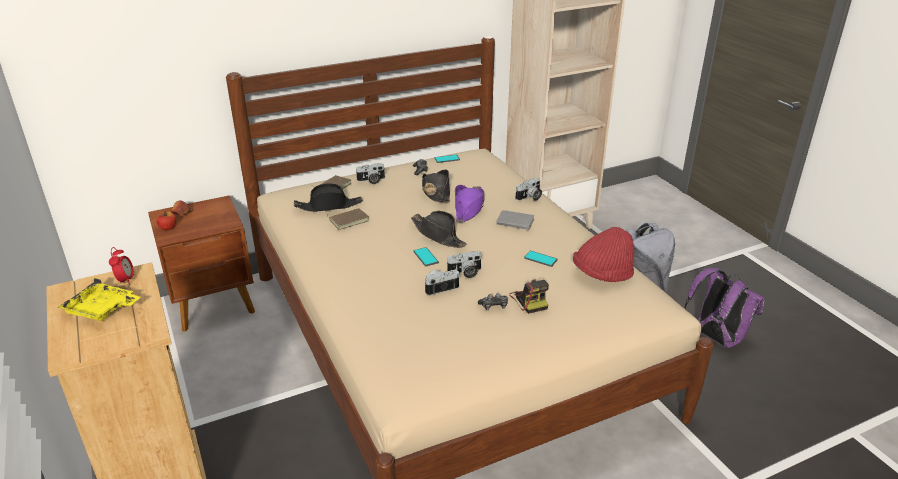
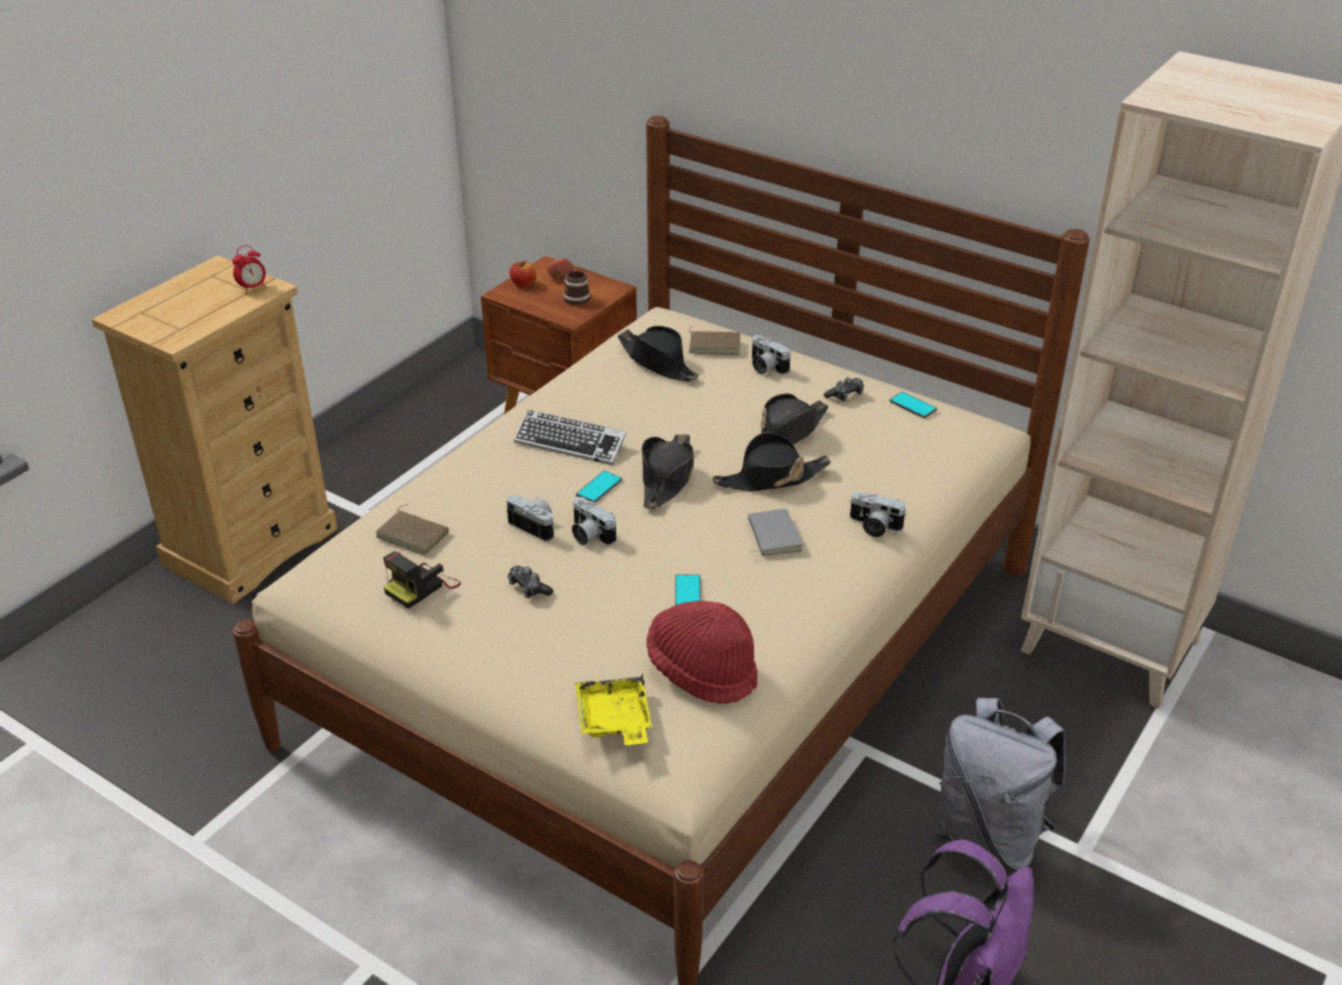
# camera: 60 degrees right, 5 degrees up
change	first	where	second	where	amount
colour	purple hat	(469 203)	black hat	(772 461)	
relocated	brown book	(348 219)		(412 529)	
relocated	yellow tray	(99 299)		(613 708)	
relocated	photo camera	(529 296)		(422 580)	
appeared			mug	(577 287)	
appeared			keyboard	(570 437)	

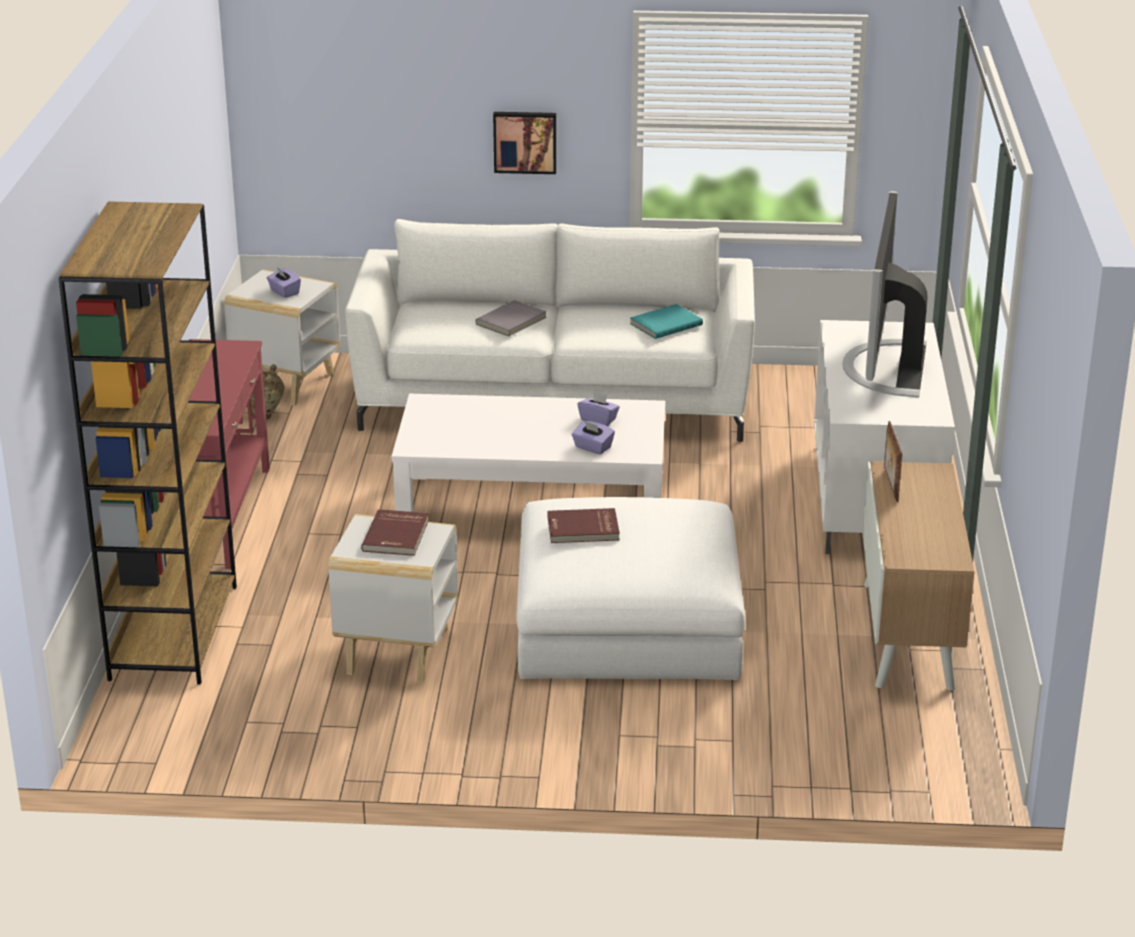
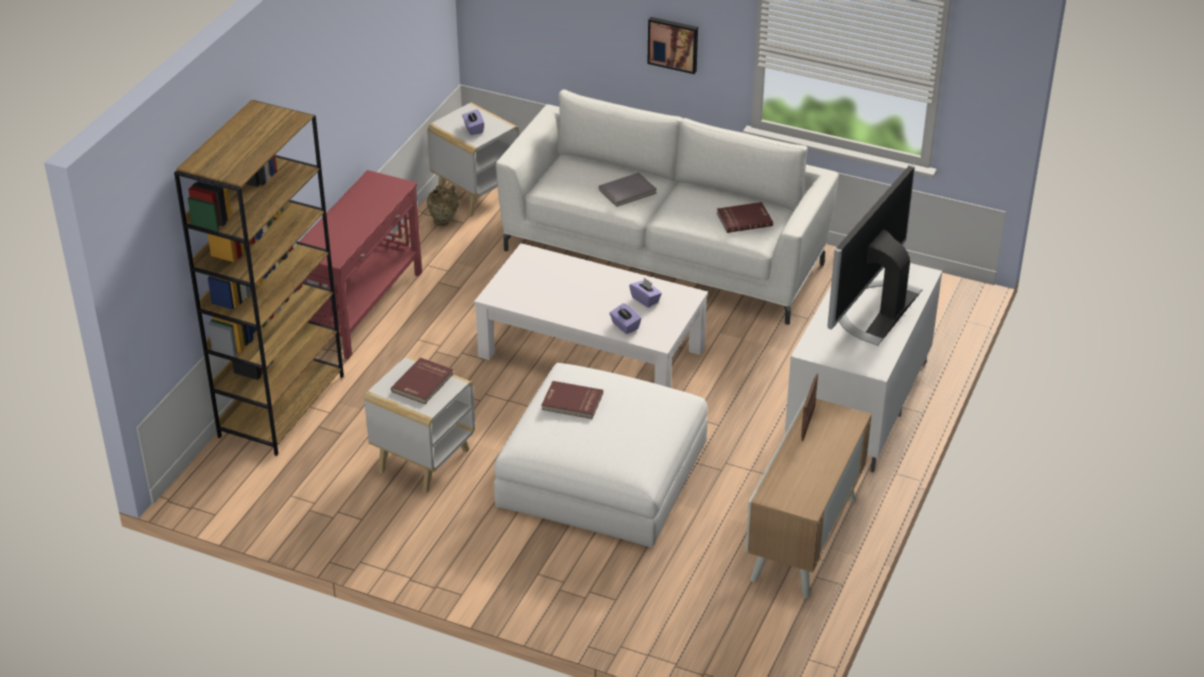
# camera: 20 degrees right, 10 degrees up
change	first	where	second	where	amount
colour	turquoise book	(666 321)	red book	(745 217)	

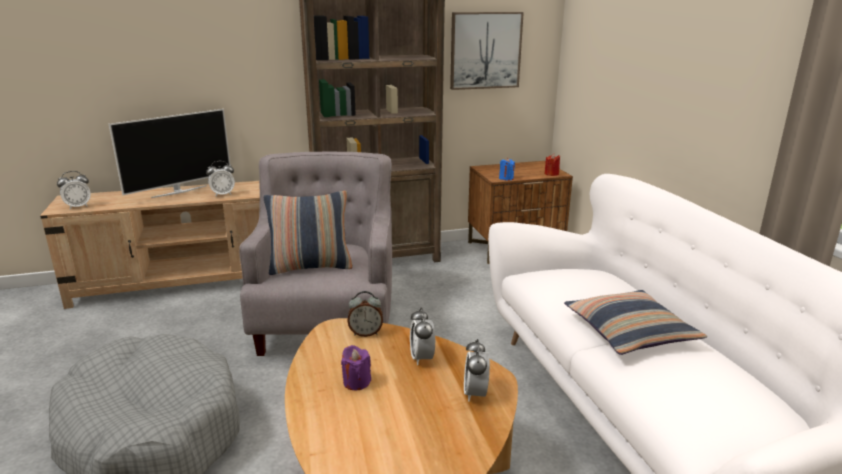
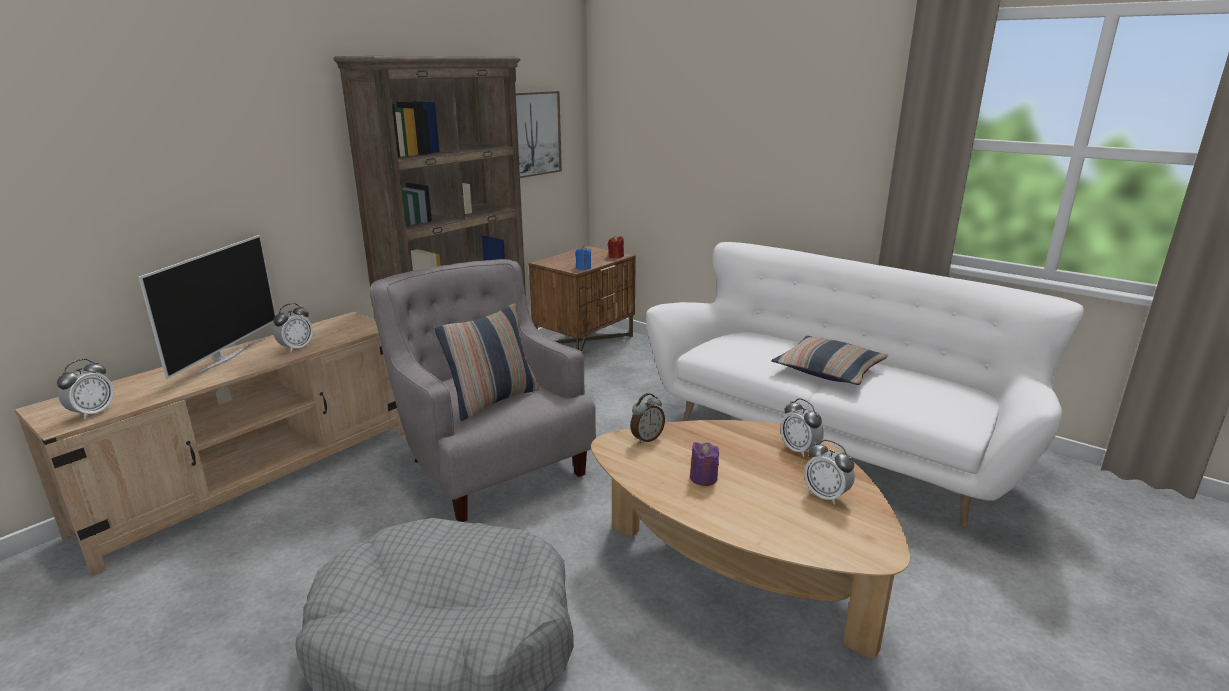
# camera: 35 degrees left, 0 degrees up
change	first	where	second	where	amount
relocated	alarm clock	(422 336)		(829 472)	

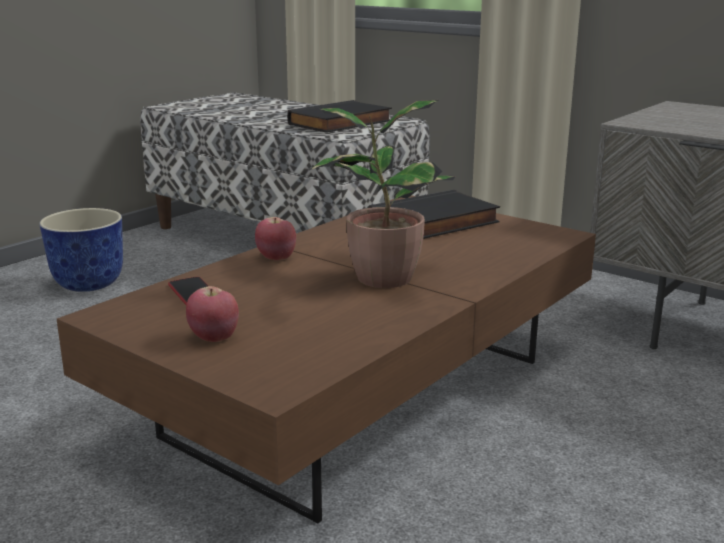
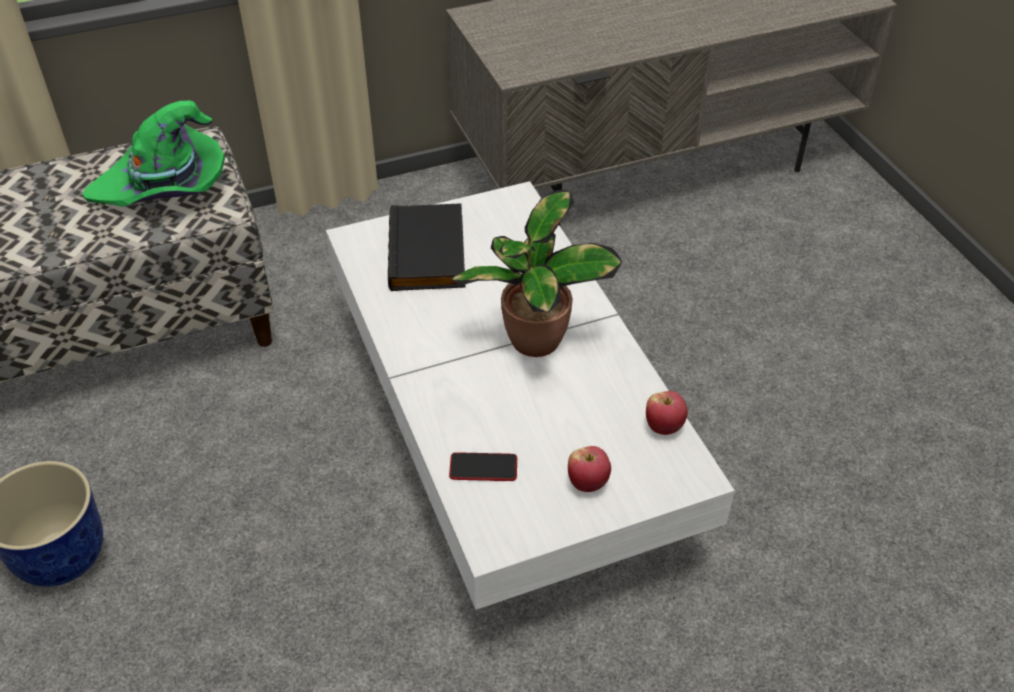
# camera: 60 degrees left, 25 degrees up
change	first	where	second	where	amount
exchanged	black book	(339 116)	green hat	(153 154)	
colour	brown coffee table	(326 359)	white coffee table	(530 395)	
relocated	apple	(275 238)		(667 413)	

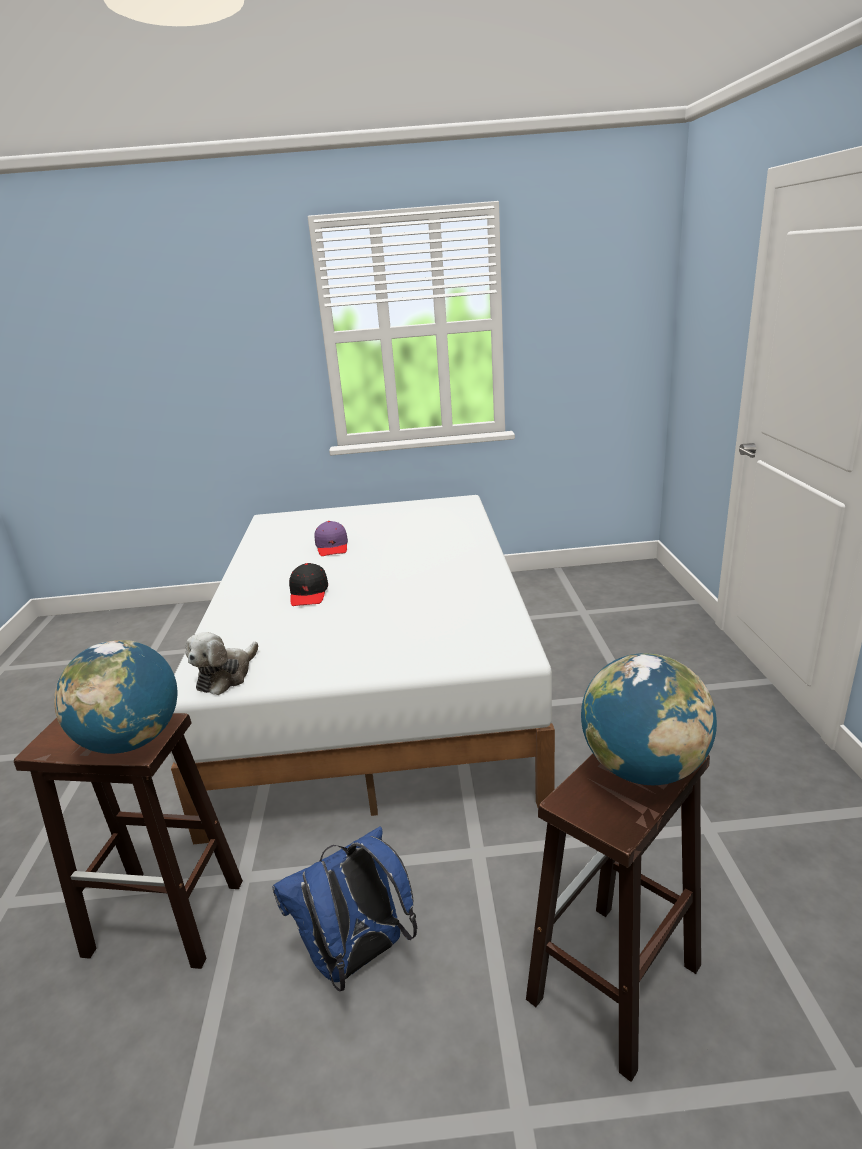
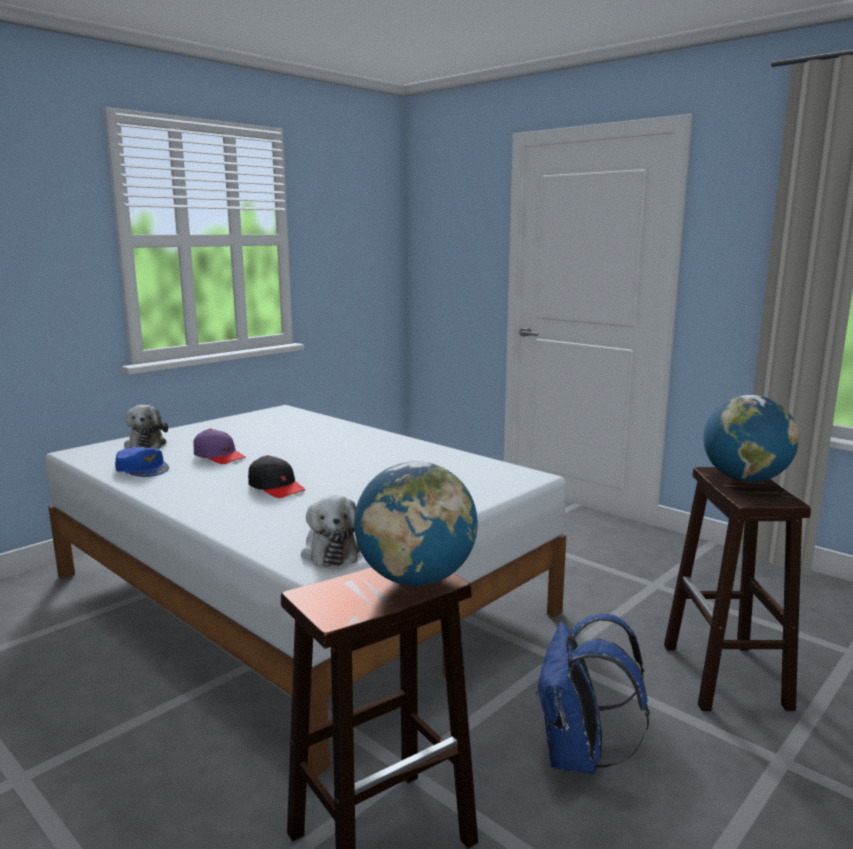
# camera: 45 degrees left, 10 degrees down
change	first	where	second	where	amount
appeared			plush toy	(146 427)	
appeared			blue cap	(142 462)	

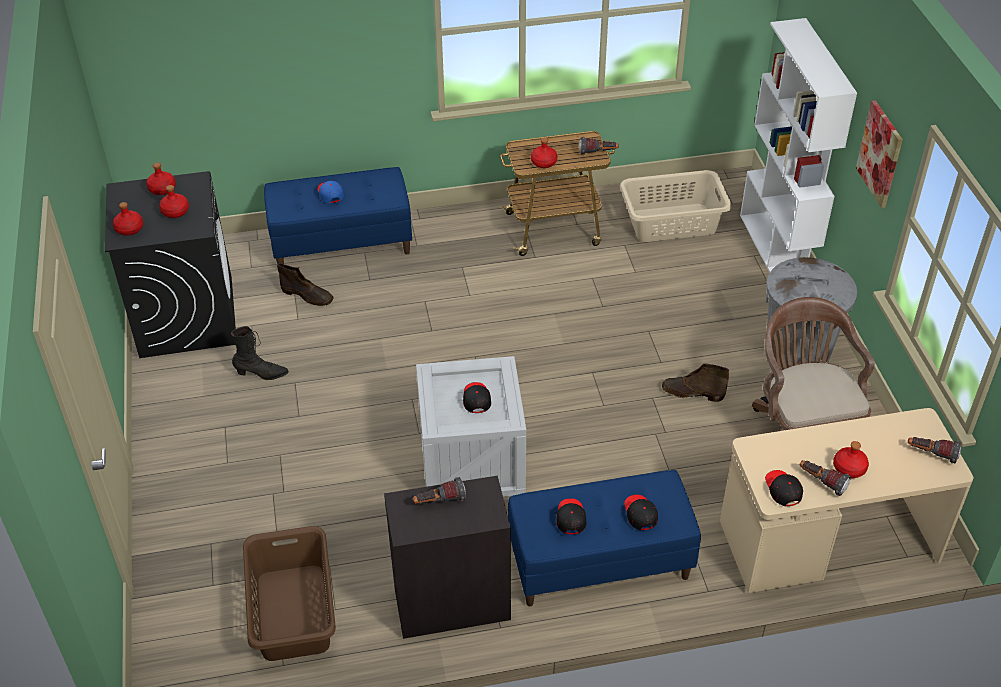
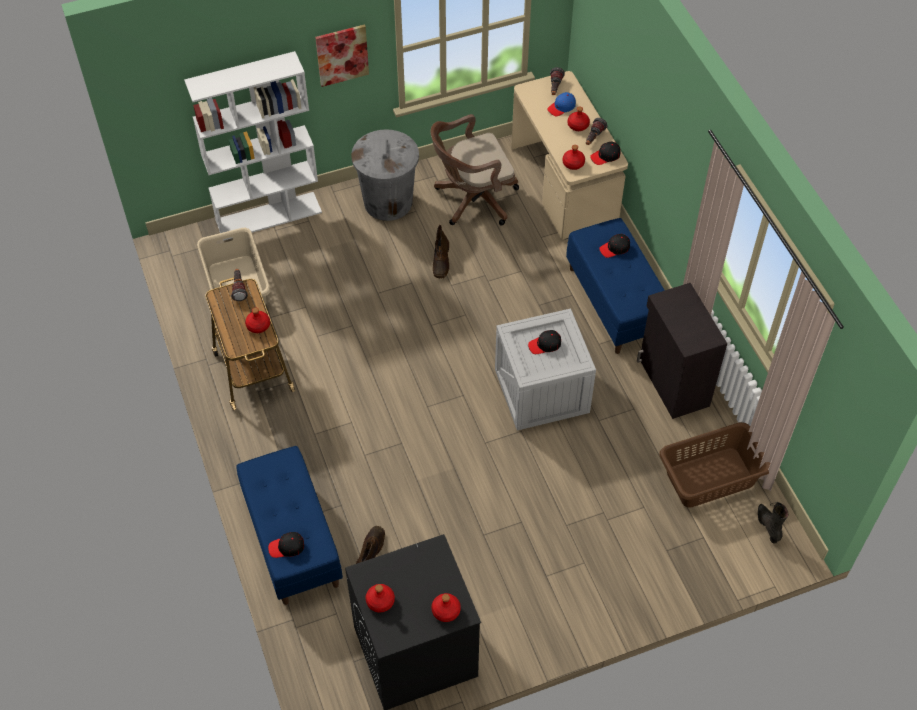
# camera: 100 degrees left, 10 degrees up
change	first	where	second	where	amount
relocated	blue cap	(330 192)		(561 104)	
relocated	red bottle	(174 201)		(574 157)	
relocated	black boot	(260 353)		(773 522)	
missing	flashlight	(439 490)			
relocated	black cap	(571 516)		(286 545)	

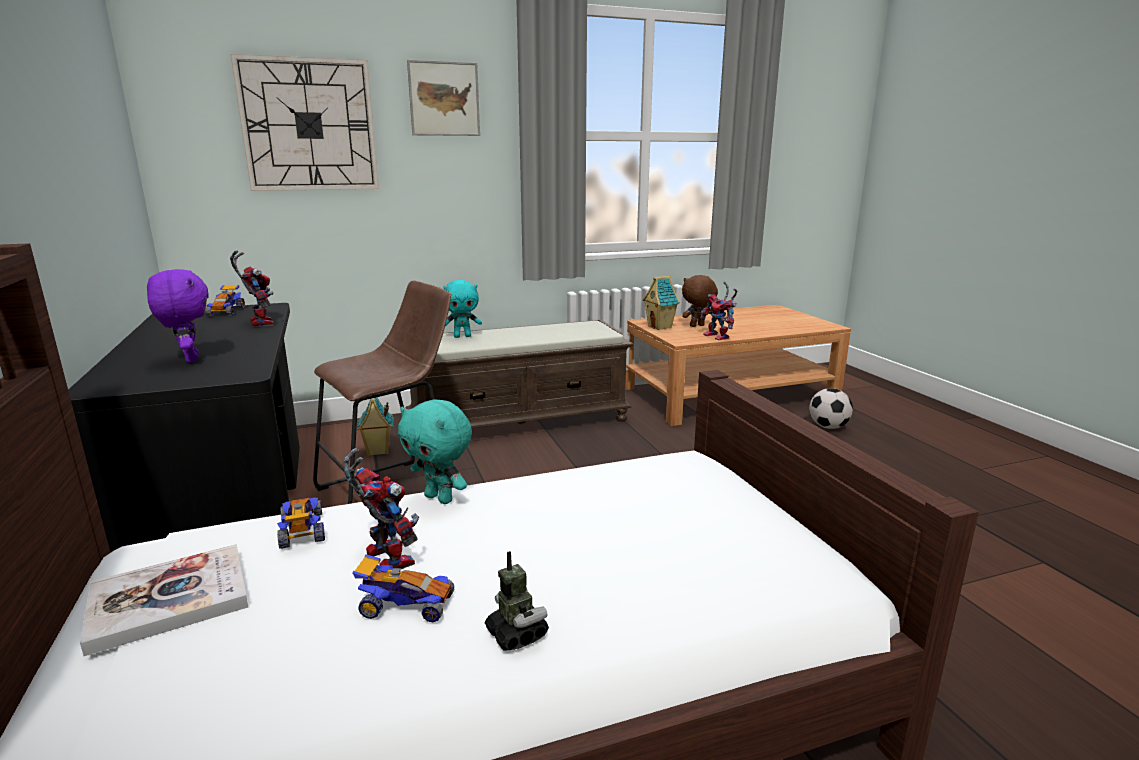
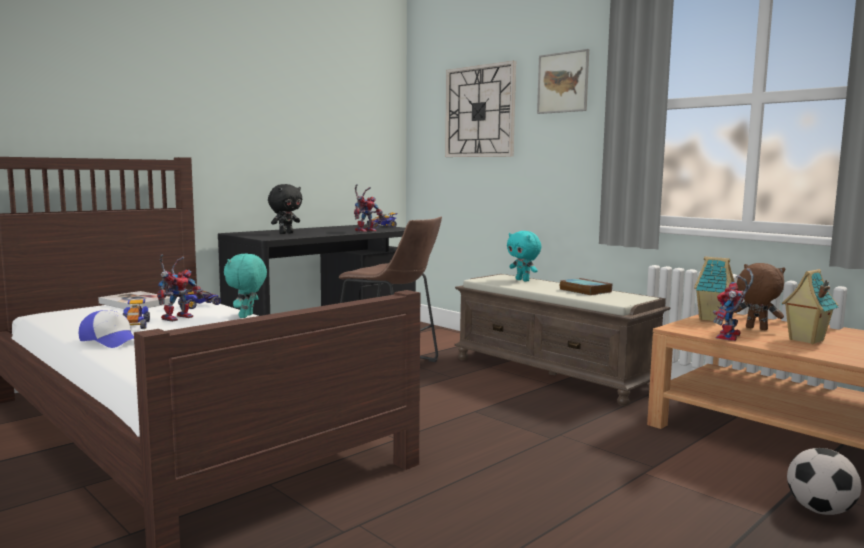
# camera: 65 degrees right, 10 degrees down
change	first	where	second	where	amount
colour	purple plush toy	(178 316)	black plush toy	(285 209)	
relocated	toy house	(375 426)		(810 306)	
exchanged	toy robot	(517 601)	cap	(106 329)	
appeared			book	(586 287)	

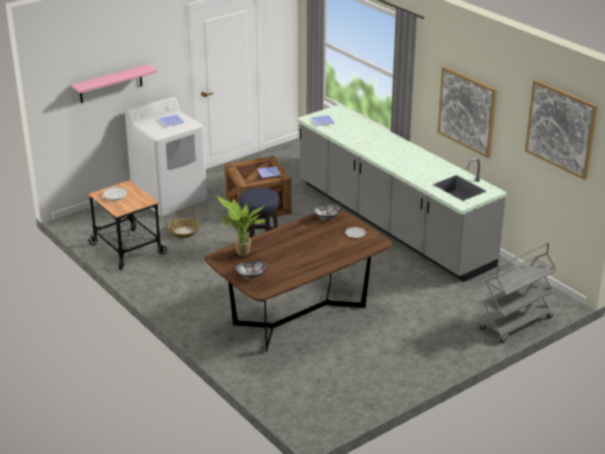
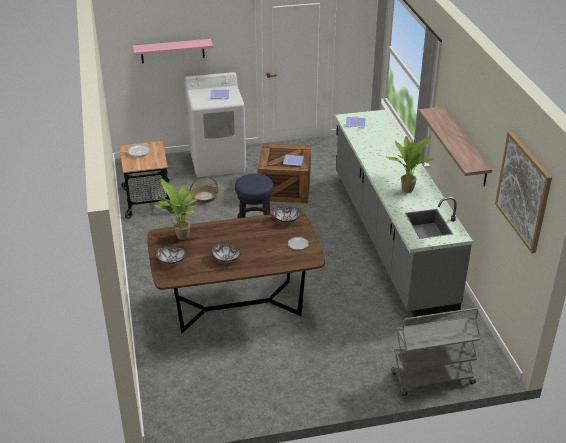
# camera: 25 degrees right, 5 degrees up
change	first	where	second	where	amount
exchanged	picture	(467 112)	shelf	(455 146)	
appeared			potted plant	(410 164)	
appeared			bowl	(226 253)	

